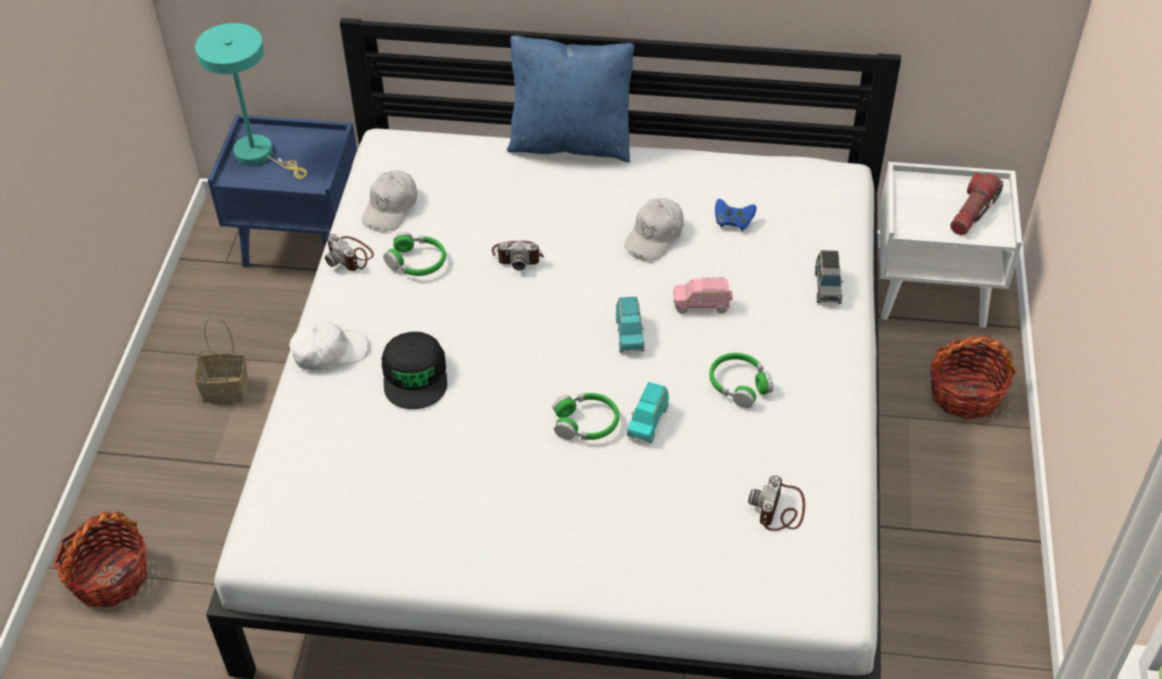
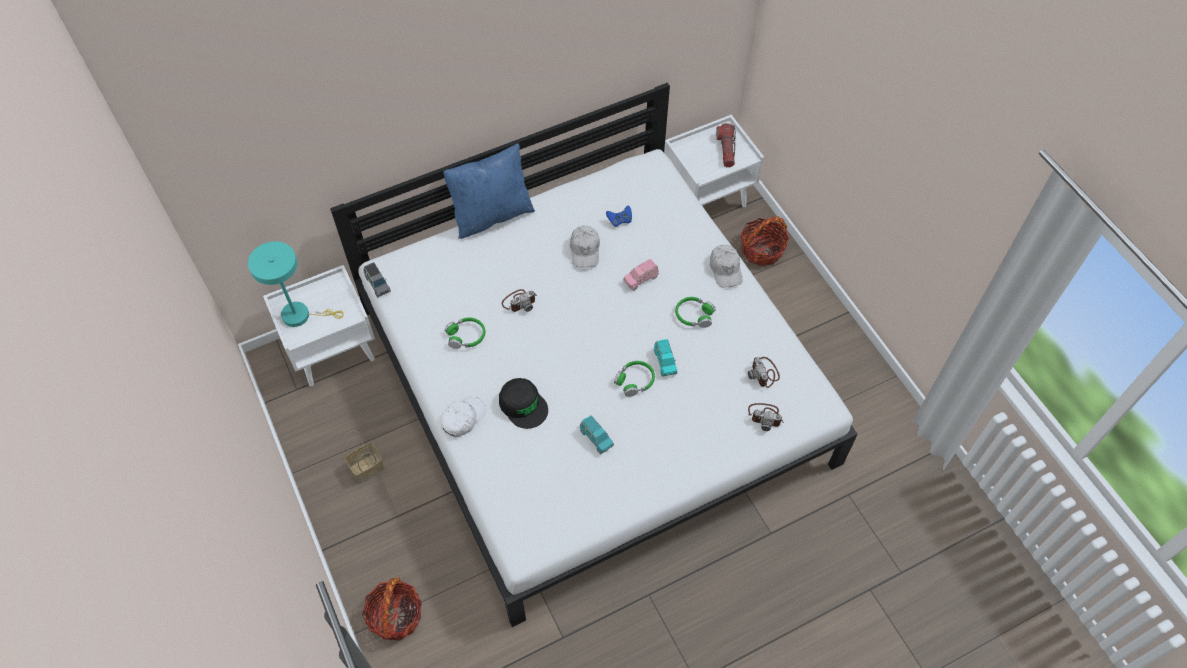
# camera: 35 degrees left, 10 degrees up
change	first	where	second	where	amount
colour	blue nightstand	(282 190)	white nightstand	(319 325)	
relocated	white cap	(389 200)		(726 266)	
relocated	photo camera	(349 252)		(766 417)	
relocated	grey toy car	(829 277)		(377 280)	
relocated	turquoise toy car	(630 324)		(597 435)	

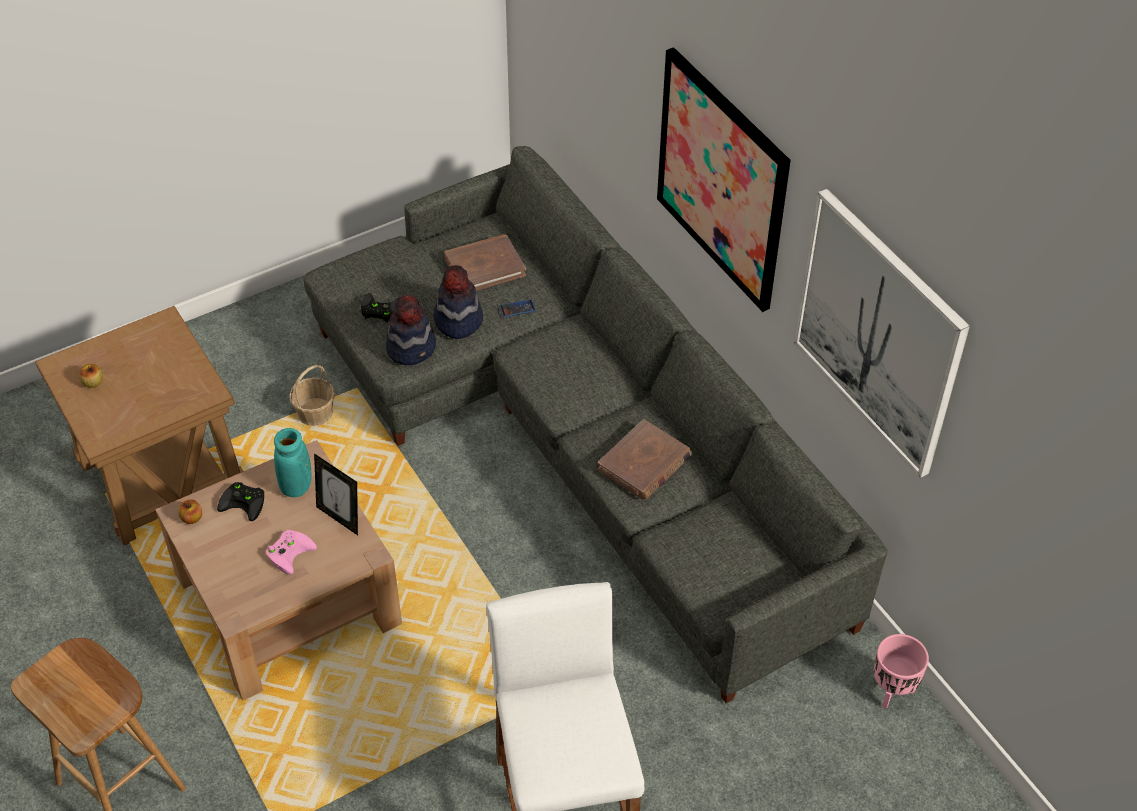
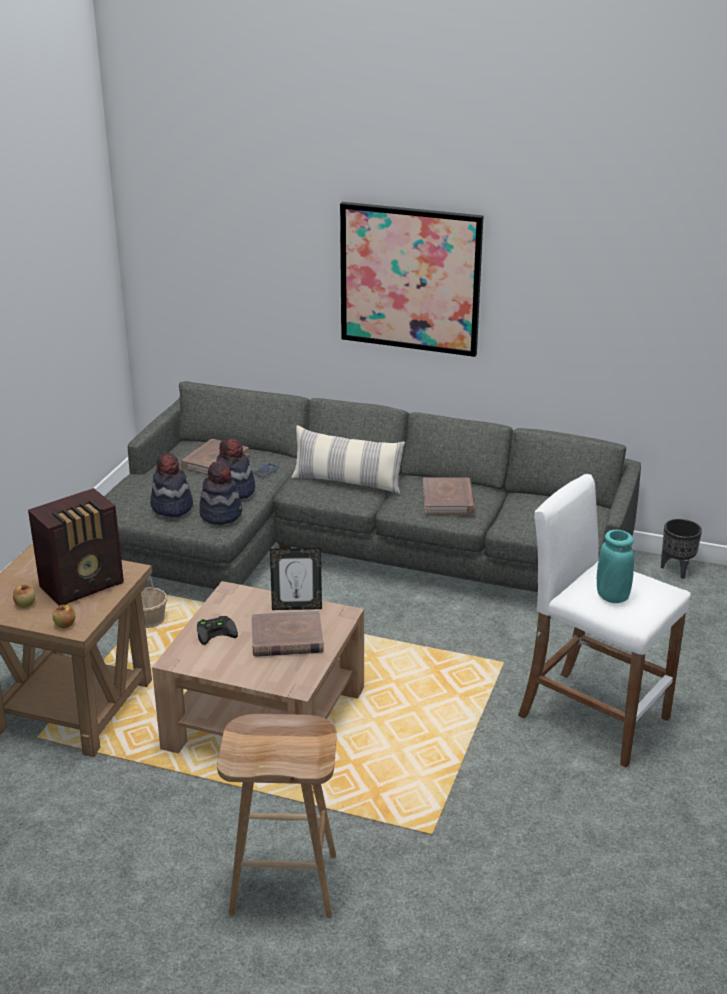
# camera: 40 degrees left, 20 degrees down
change	first	where	second	where	amount
missing	picture	(882 333)			
exchanged	black game controller	(380 308)	hat	(171 485)	
relocated	turquoise vase	(293 462)		(615 566)	
relocated	apple	(190 511)		(63 616)	
exchanged	pink game controller	(291 552)	brown book	(287 633)	
colour	pink planter	(901 671)	black planter	(681 549)	
appeared			pillow	(348 459)	
appeared			radio	(76 547)	

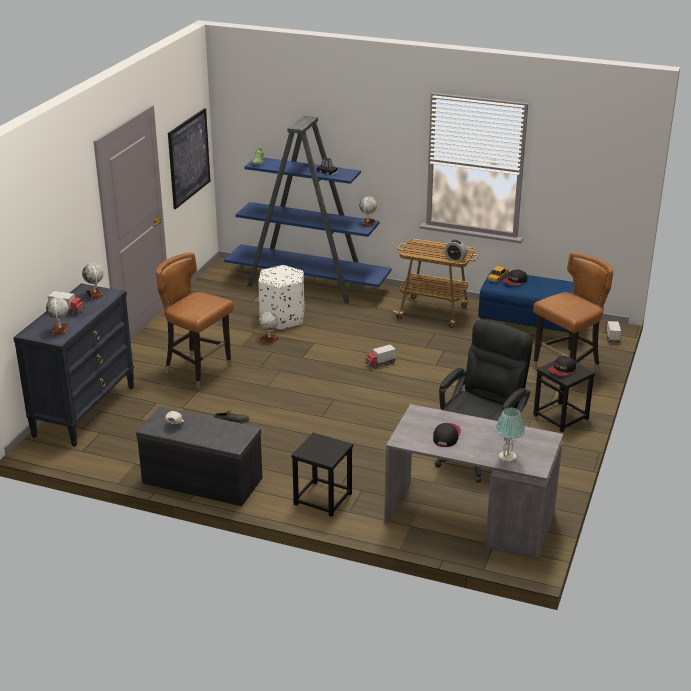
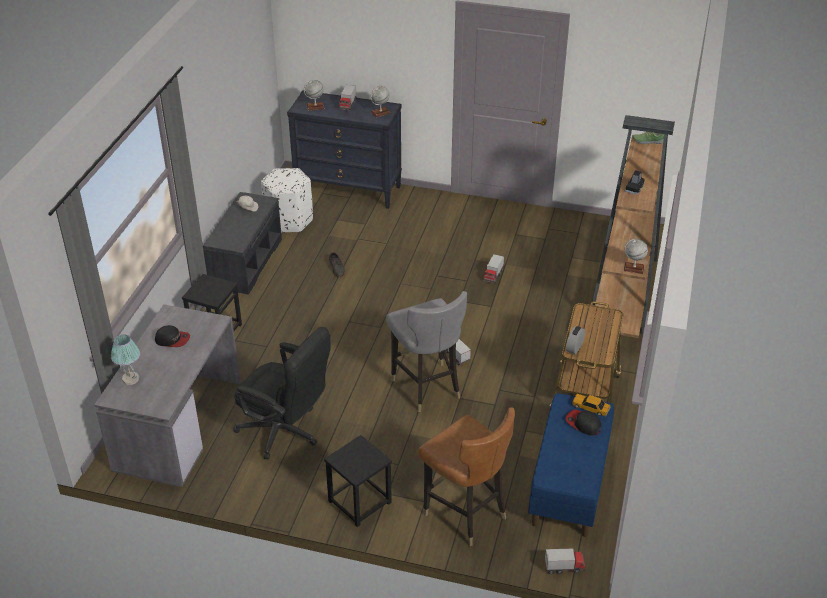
# camera: 85 degrees right, 10 degrees up
change	first	where	second	where	amount
missing	picture	(189 158)			
colour	blue bookcase	(308 210)	brown bookcase	(633 226)	
missing	brown chair	(195 321)			
relocated	white ottoman	(281 297)		(287 200)	
exchanged	globe	(269 327)	toy truck	(494 268)	
missing	cap	(562 366)			
appeared			grey chair	(426 351)	

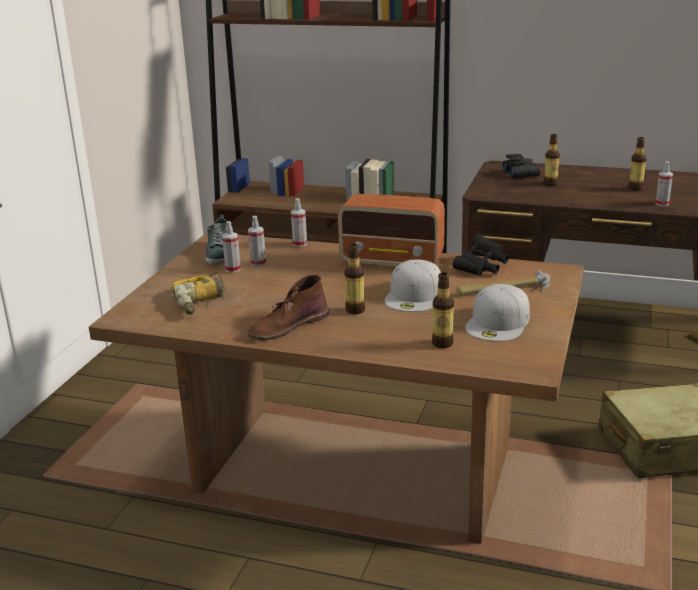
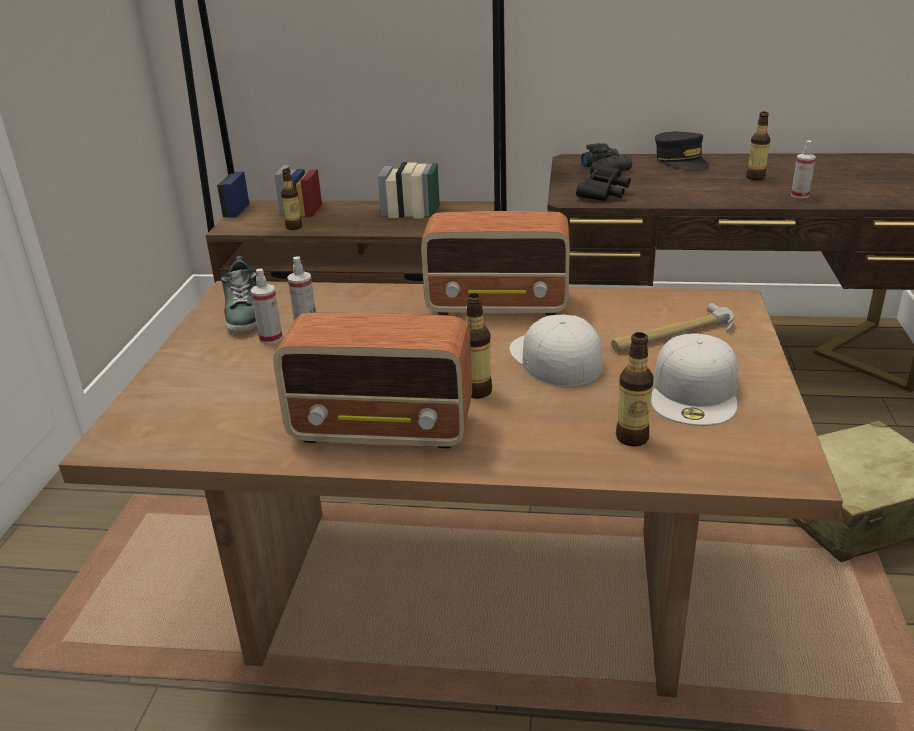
# camera: 10 degrees left, 5 degrees up
change	first	where	second	where	amount
relocated	bottle	(552 160)		(291 199)	
missing	spray bottle	(299 222)			
relocated	black binoculars	(481 255)		(603 181)	
spun	white cap	(413 285)		(556 350)	150 degrees clockwise
missing	power drill	(198 292)			
exchanged	brown boot	(288 308)	radio	(372 381)	
appeared			black cap	(682 151)	

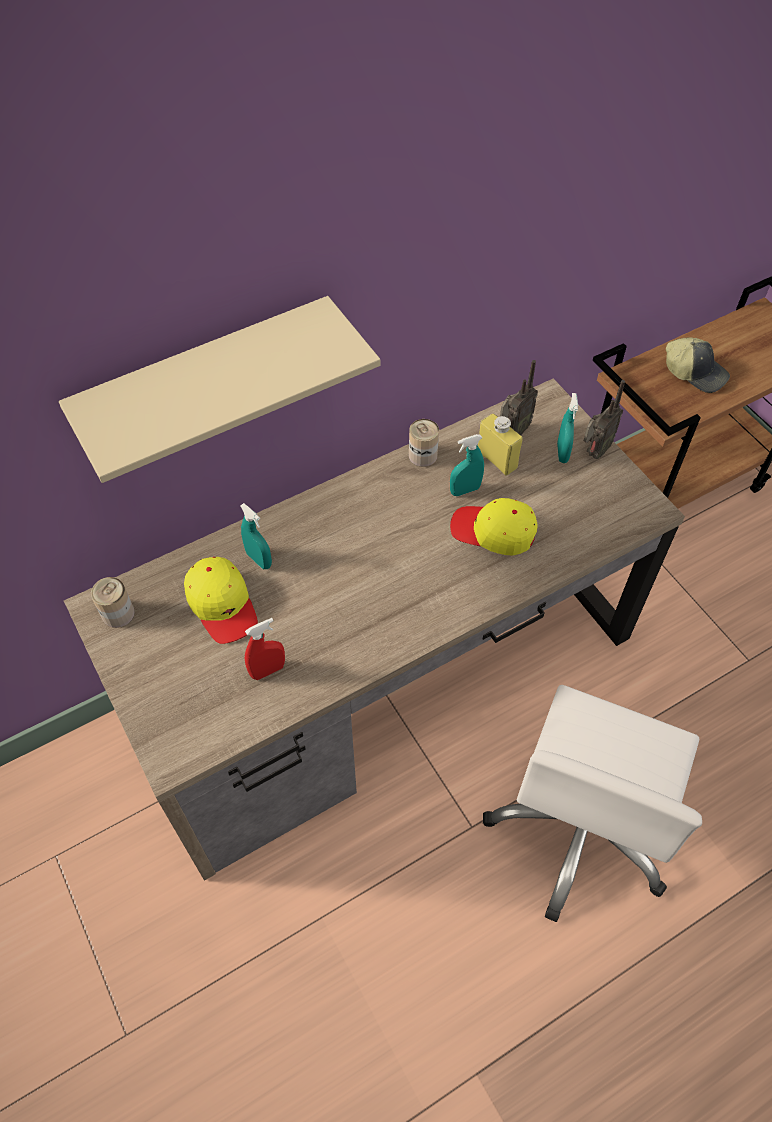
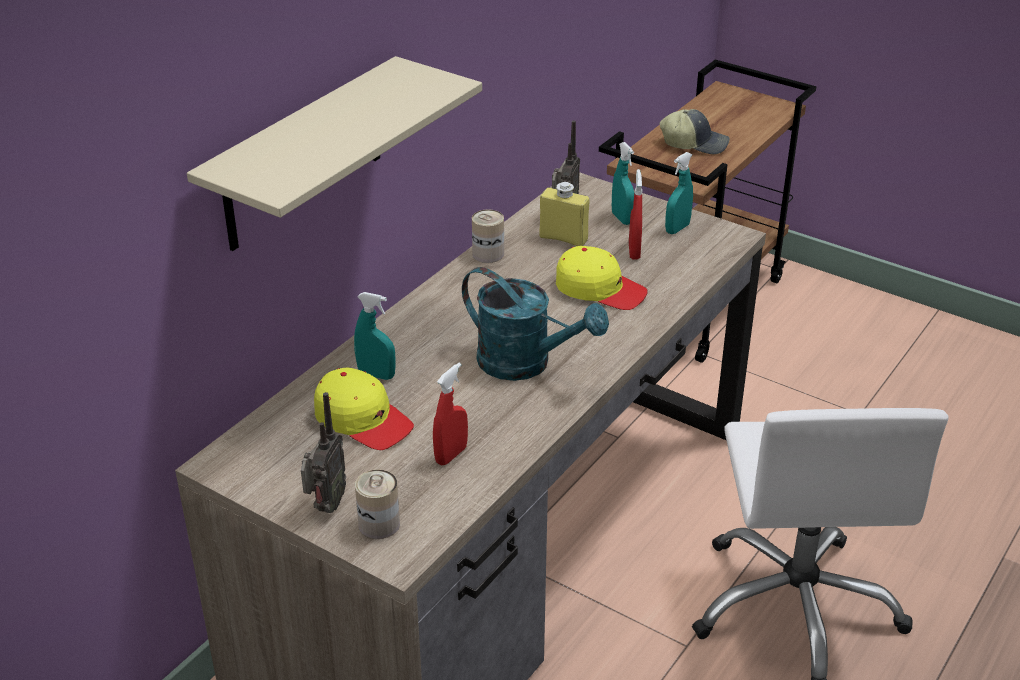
# camera: 25 degrees left, 20 degrees down
change	first	where	second	where	amount
relocated	radio	(604 419)		(323 452)	
relocated	turquoise spray bottle	(467 465)		(679 193)	
spun	yellow cap	(494 526)		(602 278)	150 degrees counterclockwise
relocated	can	(113 602)		(377 504)	
appeared			red spray bottle	(635 214)	
appeared			turquoise watering can	(535 324)	

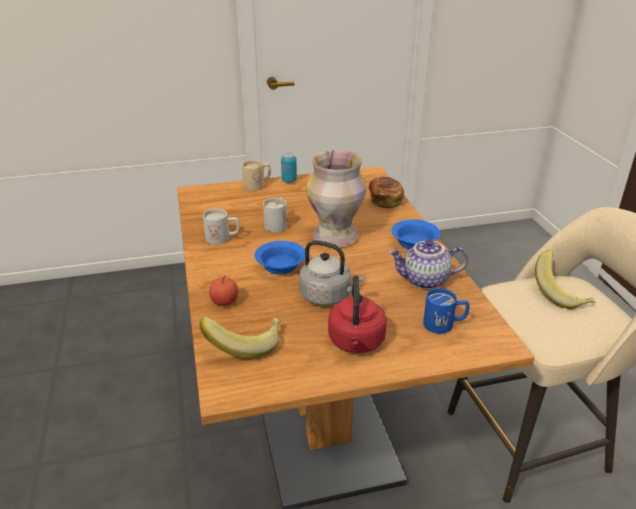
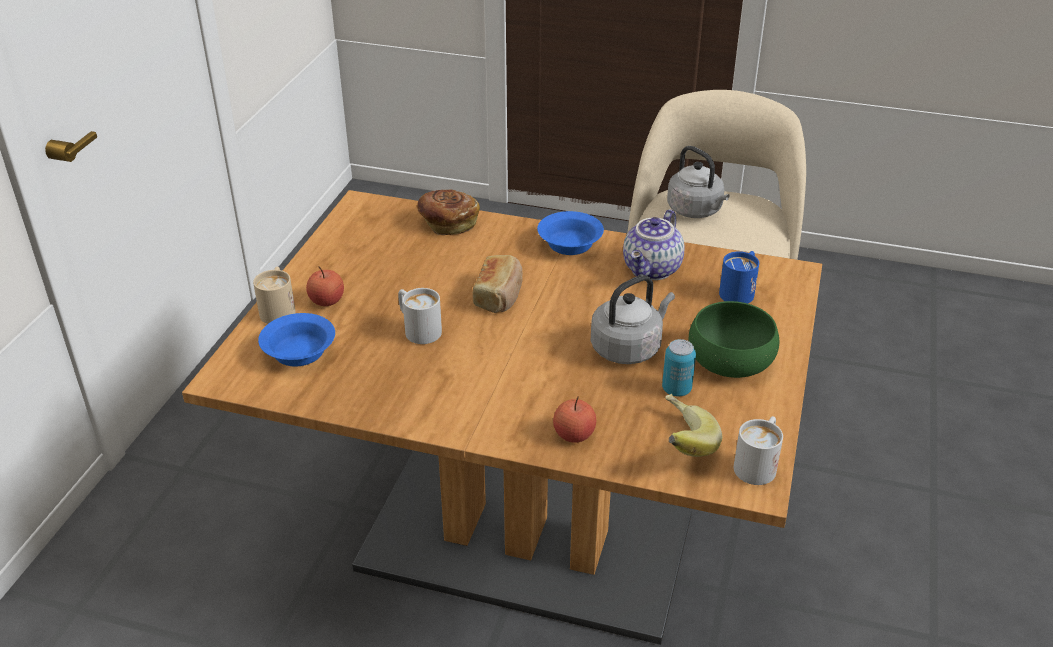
# camera: 60 degrees left, 5 degrees up
change	first	where	second	where	amount
exchanged	vase	(336 198)	bread	(498 284)	
relocated	can	(289 168)		(679 367)	
relocated	white mug	(221 227)		(758 450)	
relocated	blue bowl	(279 257)		(296 339)	
exchanged	banana	(565 279)	grey kettle	(698 182)	
exchanged	red kettle	(357 314)	green bowl	(734 339)	
appeared			apple	(325 286)	

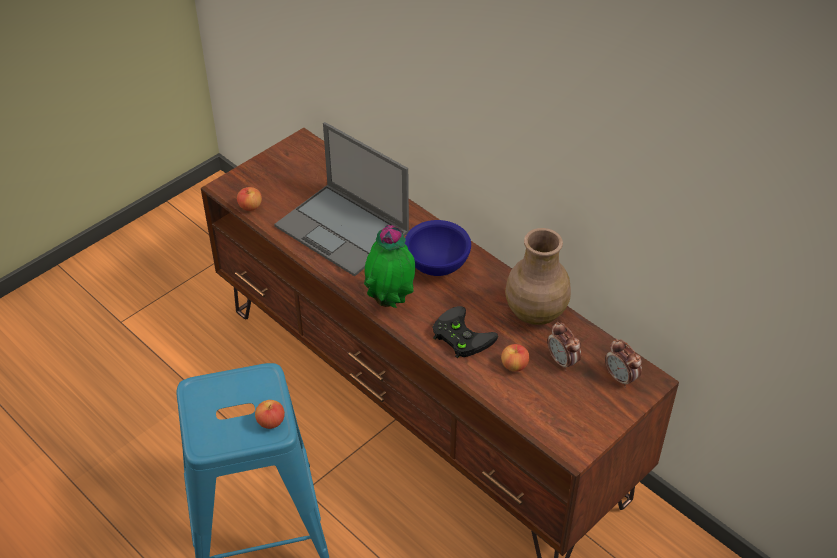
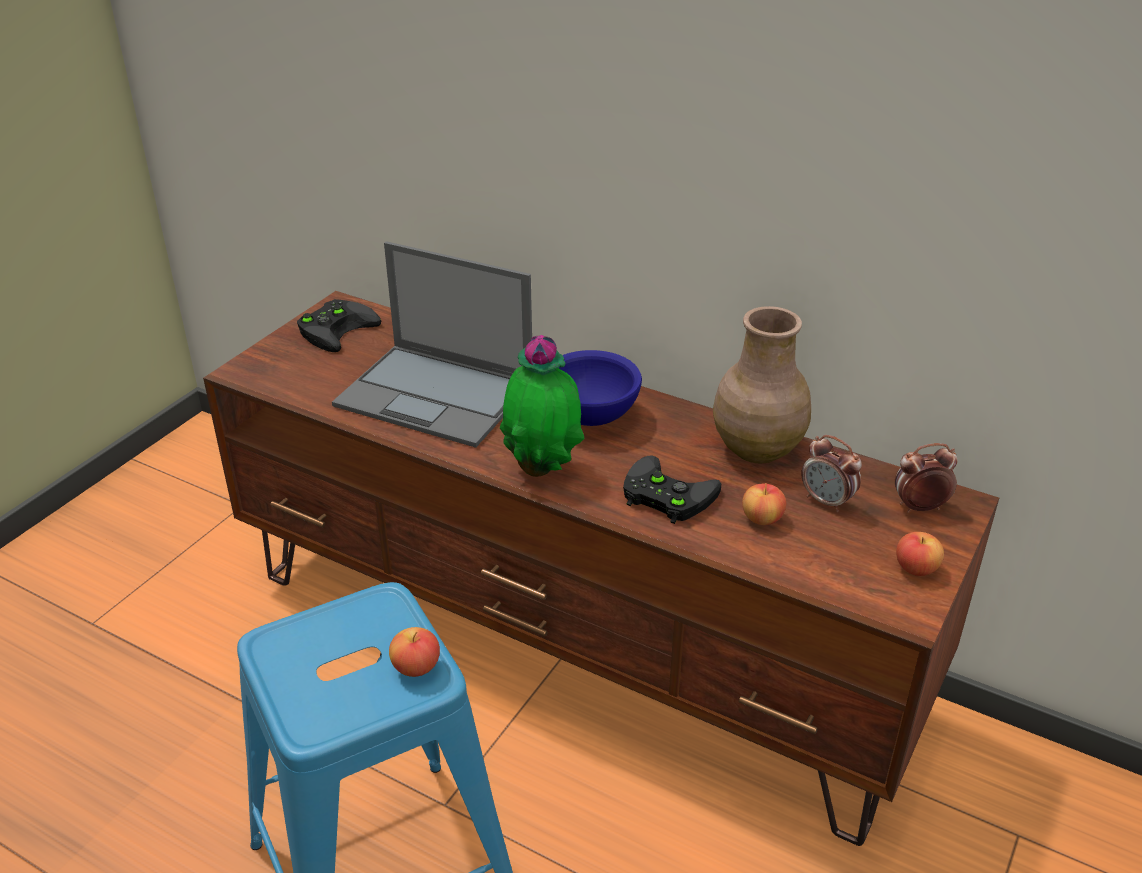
# camera: 15 degrees left, 10 degrees down
change	first	where	second	where	amount
relocated	apple	(249 199)		(920 554)	
spun	alarm clock	(623 363)		(926 478)	135 degrees clockwise
appeared			black game controller	(339 325)	

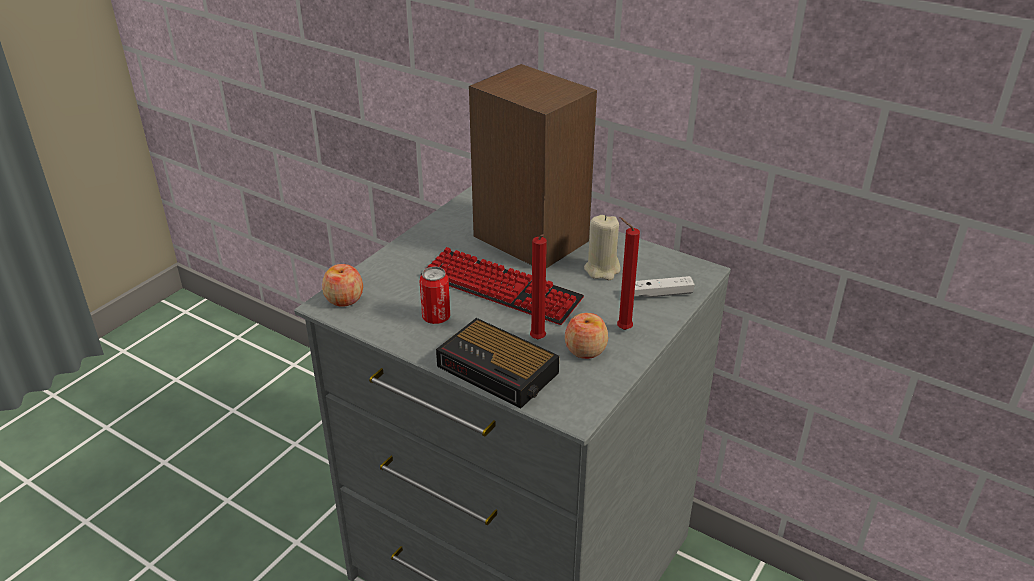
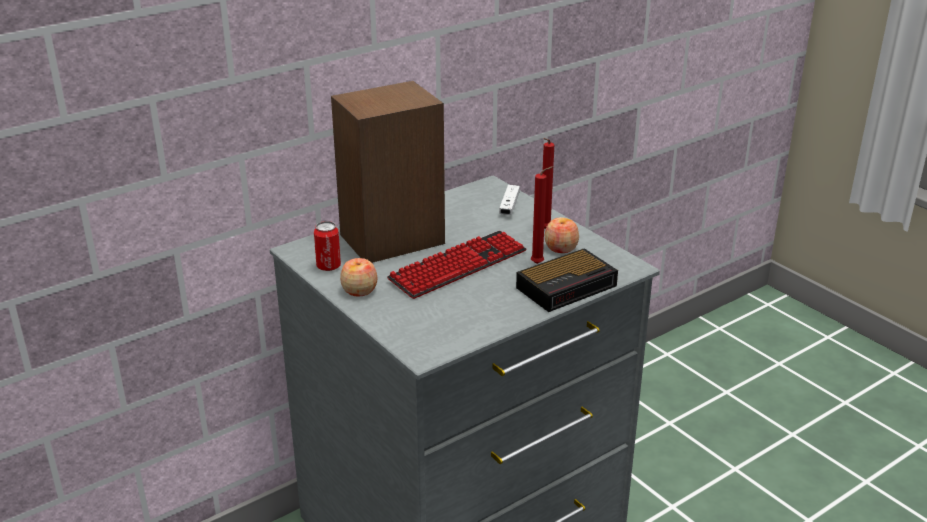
# camera: 70 degrees left, 5 degrees down
change	first	where	second	where	amount
missing	beige candle	(602 247)			
relocated	apple	(342 285)		(358 277)	
relocated	can	(435 295)		(327 246)	

